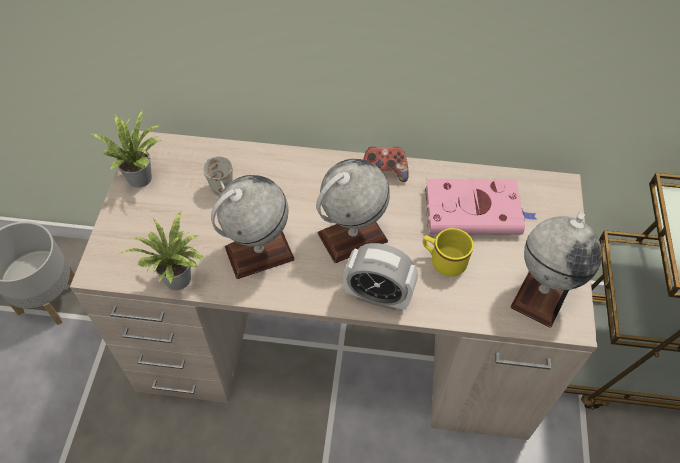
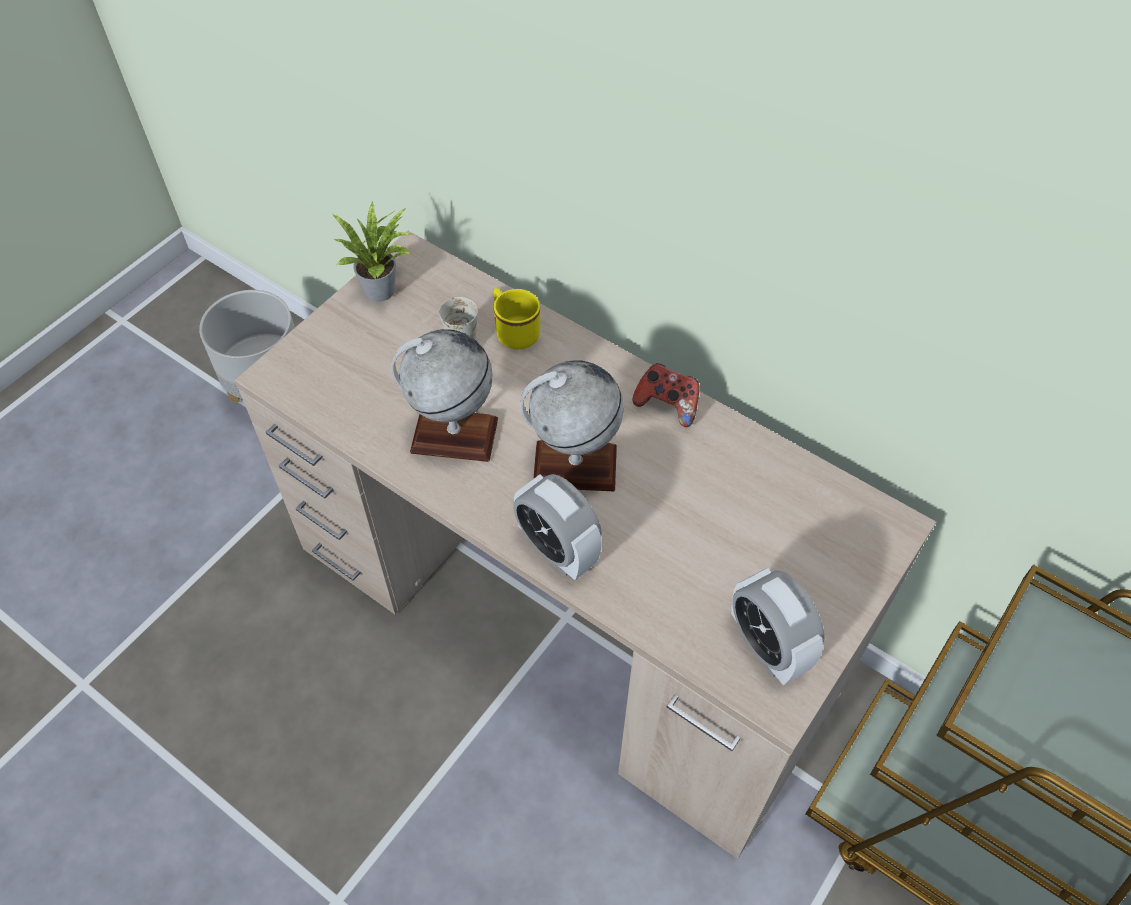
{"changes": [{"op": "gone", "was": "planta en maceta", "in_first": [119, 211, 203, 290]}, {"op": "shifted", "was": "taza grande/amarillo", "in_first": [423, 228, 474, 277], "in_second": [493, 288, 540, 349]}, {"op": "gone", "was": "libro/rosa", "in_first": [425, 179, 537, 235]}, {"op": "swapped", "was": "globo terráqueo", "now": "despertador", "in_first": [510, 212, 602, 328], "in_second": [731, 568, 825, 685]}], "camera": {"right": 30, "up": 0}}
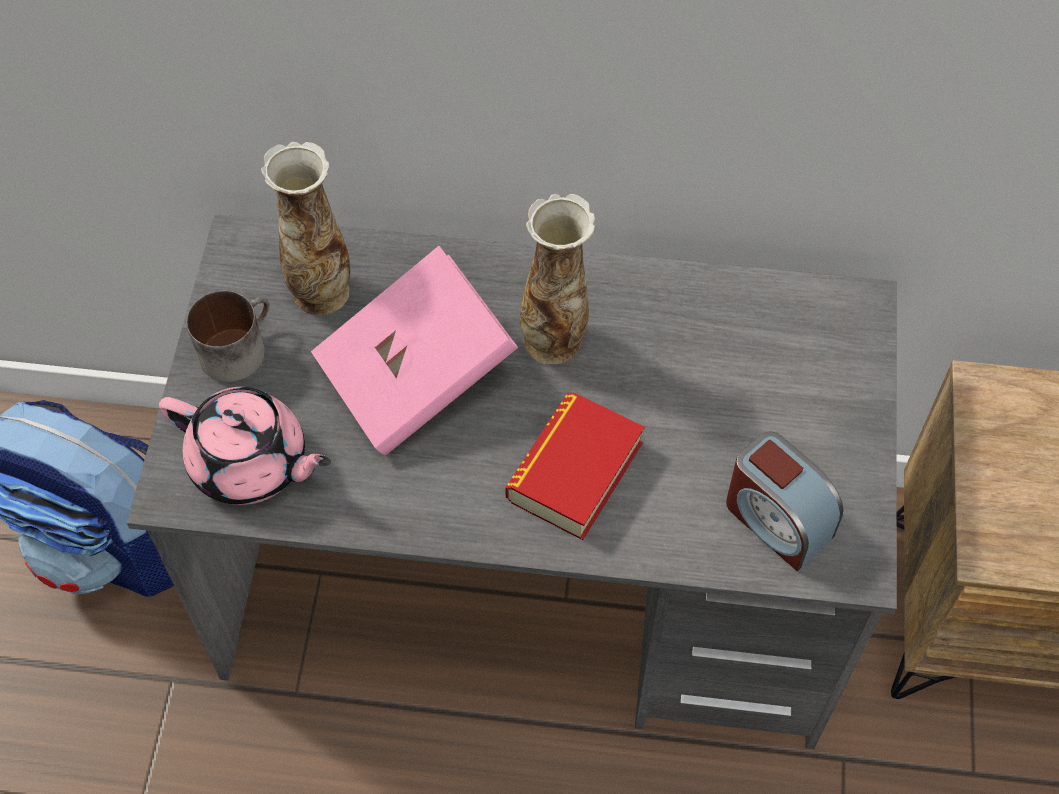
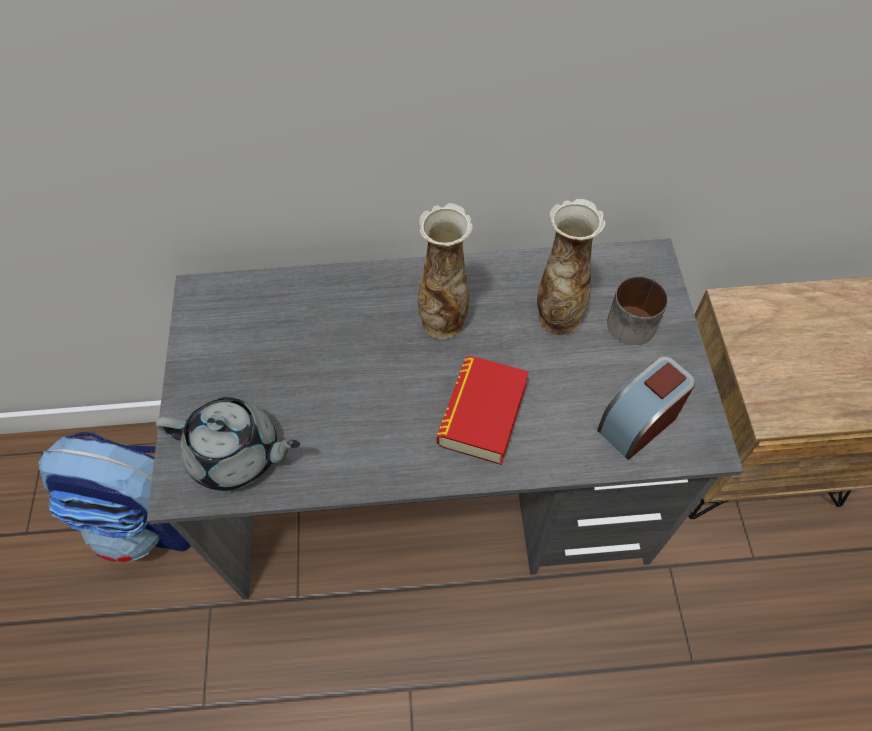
{"changes": [{"op": "repainted", "was": "tetera/rosa", "now": "tetera/gris", "in_first": [159, 387, 331, 505], "in_second": [155, 397, 301, 491]}, {"op": "shifted", "was": "taza grande", "in_first": [187, 291, 269, 382], "in_second": [607, 276, 668, 345]}, {"op": "shifted", "was": "florero", "in_first": [261, 142, 350, 315], "in_second": [537, 199, 606, 335]}, {"op": "gone", "was": "libro/rosa", "in_first": [311, 246, 518, 455]}, {"op": "rotated", "was": "despertador", "in_first": [726, 431, 844, 571], "in_second": [597, 357, 695, 460], "clockwise": 105}], "camera": {"right": -10, "up": 0}}
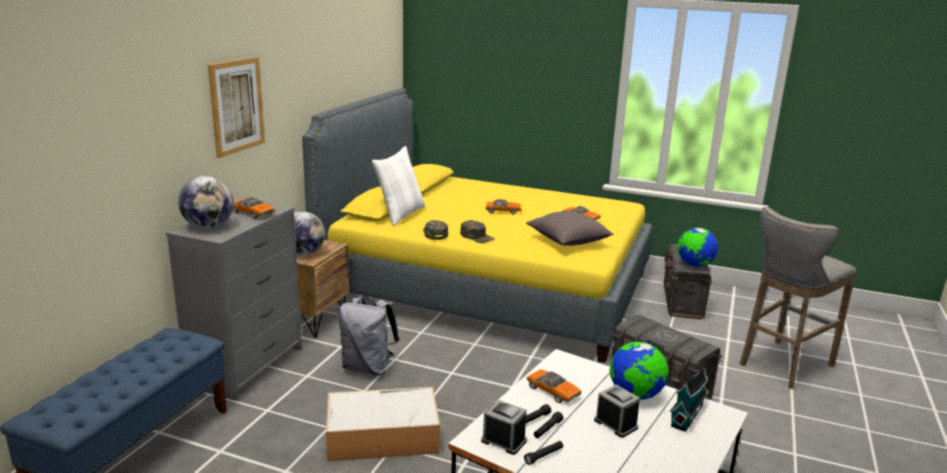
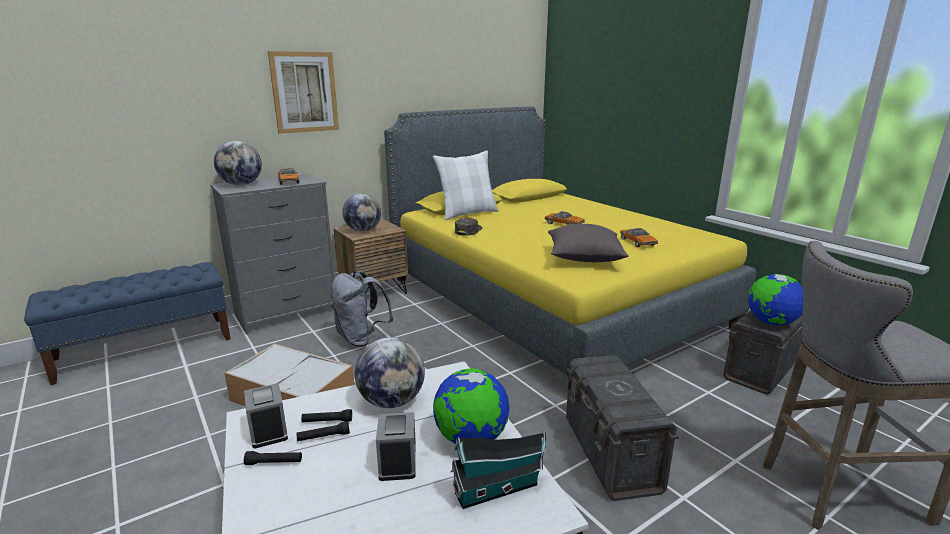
{"changes": [{"op": "gone", "was": "gorra/verde", "in_first": [460, 220, 495, 243]}, {"op": "swapped", "was": "coche de juguete", "now": "globo terráqueo", "in_first": [527, 369, 581, 403], "in_second": [355, 337, 425, 408]}], "camera": {"right": 35, "up": 0}}
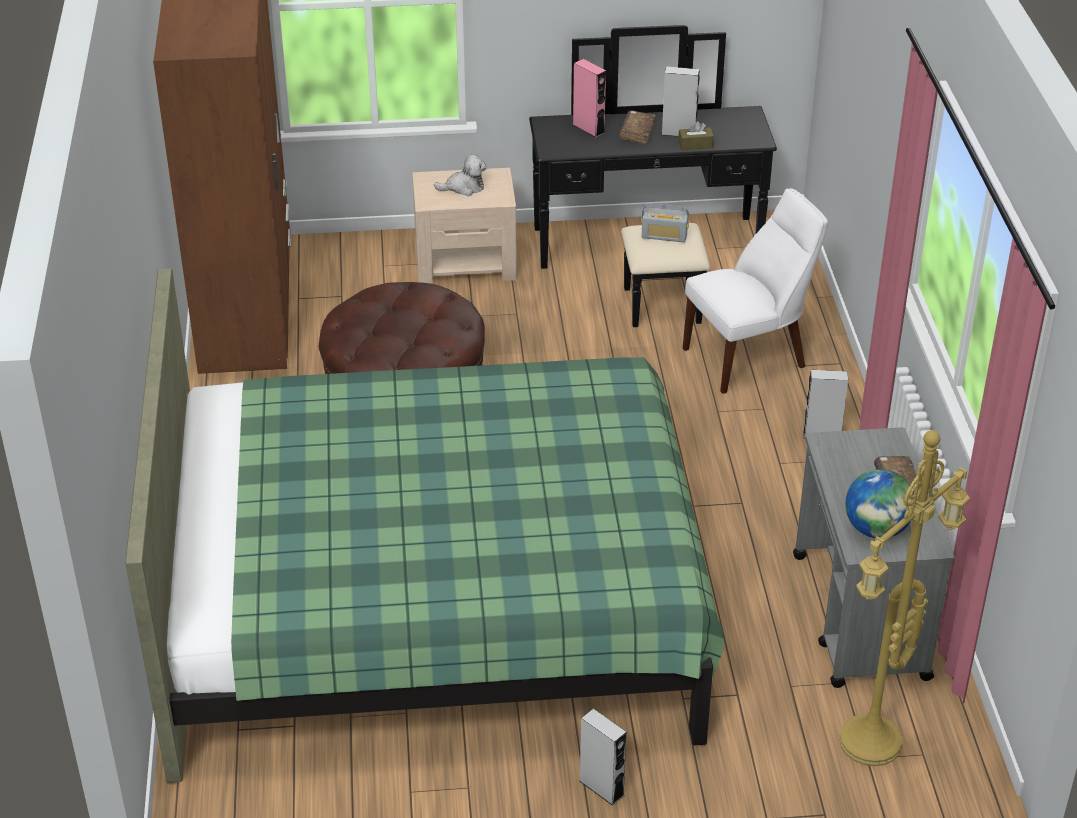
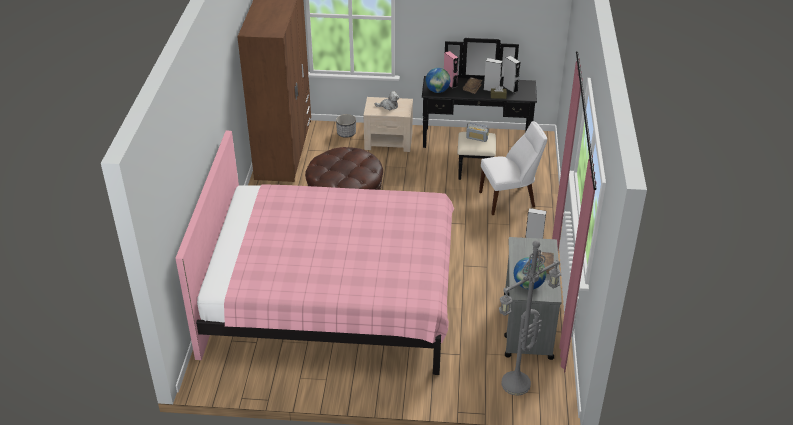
{"changes": [{"op": "repainted", "was": "cama/verde", "now": "cama/rosa", "in_first": [125, 269, 724, 783], "in_second": [175, 131, 454, 375]}, {"op": "shifted", "was": "altavoz/gris", "in_first": [579, 709, 626, 806], "in_second": [503, 56, 520, 93]}, {"op": "repainted", "was": "lámpara de pie/amarillo", "now": "lámpara de pie/gris", "in_first": [839, 430, 970, 766], "in_second": [499, 240, 561, 395]}, {"op": "new", "now": "maceta", "in_second": [336, 114, 356, 138]}, {"op": "new", "now": "globo terráqueo", "in_second": [426, 68, 450, 93]}], "camera": {"right": 10, "up": 0}}
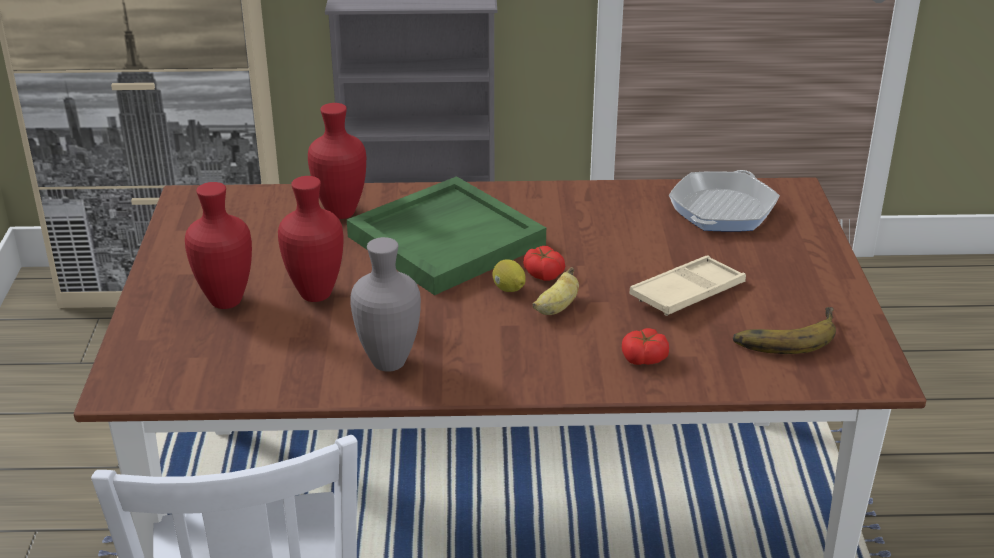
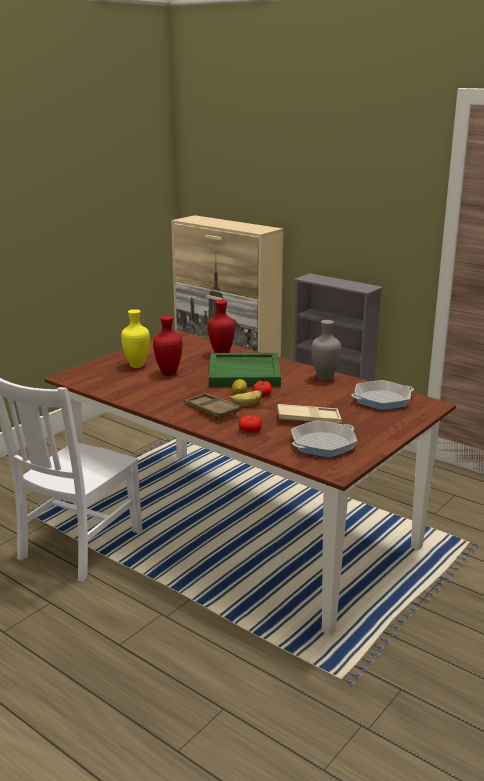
{"changes": [{"op": "repainted", "was": "florero/rojo", "now": "florero/amarillo", "in_first": [185, 182, 252, 309], "in_second": [121, 309, 150, 368]}, {"op": "shifted", "was": "florero/gris", "in_first": [350, 237, 421, 372], "in_second": [311, 320, 341, 381]}, {"op": "swapped", "was": "plátano", "now": "sartén", "in_first": [733, 307, 836, 354], "in_second": [291, 420, 357, 458]}, {"op": "new", "now": "bandeja/marrón", "in_second": [184, 393, 241, 419]}], "camera": {"right": 40, "up": -10}}
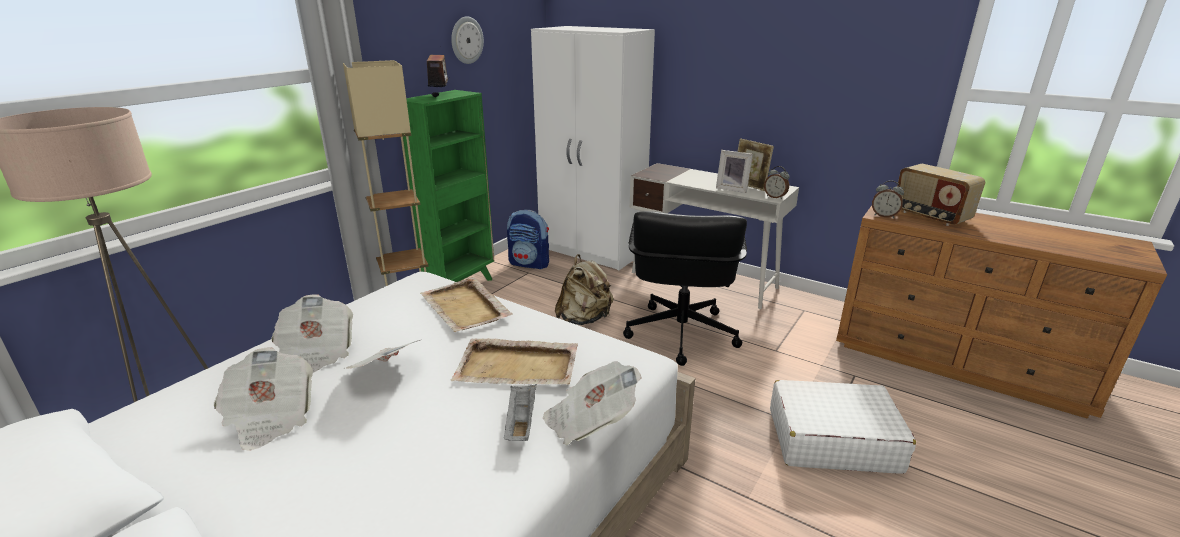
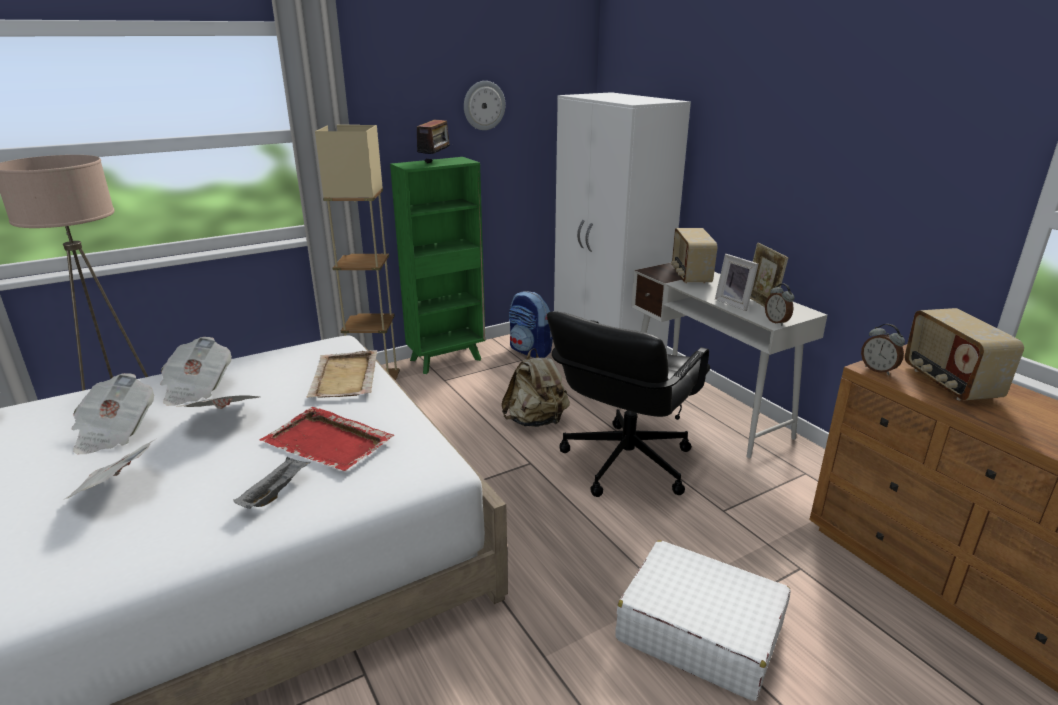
{"changes": [{"op": "repainted", "was": "bandeja/beis", "now": "bandeja/rojo", "in_first": [451, 338, 578, 384], "in_second": [260, 407, 394, 471]}, {"op": "shifted", "was": "periódico", "in_first": [543, 361, 641, 445], "in_second": [63, 439, 156, 500]}, {"op": "new", "now": "radio", "in_second": [671, 228, 717, 284]}], "camera": {"right": 25, "up": 0}}
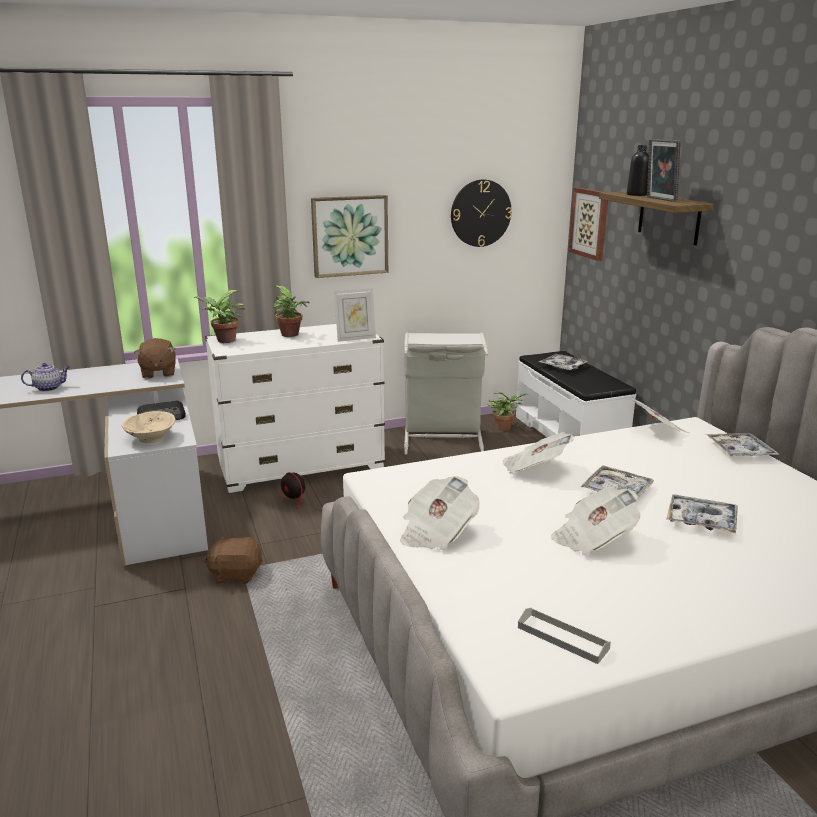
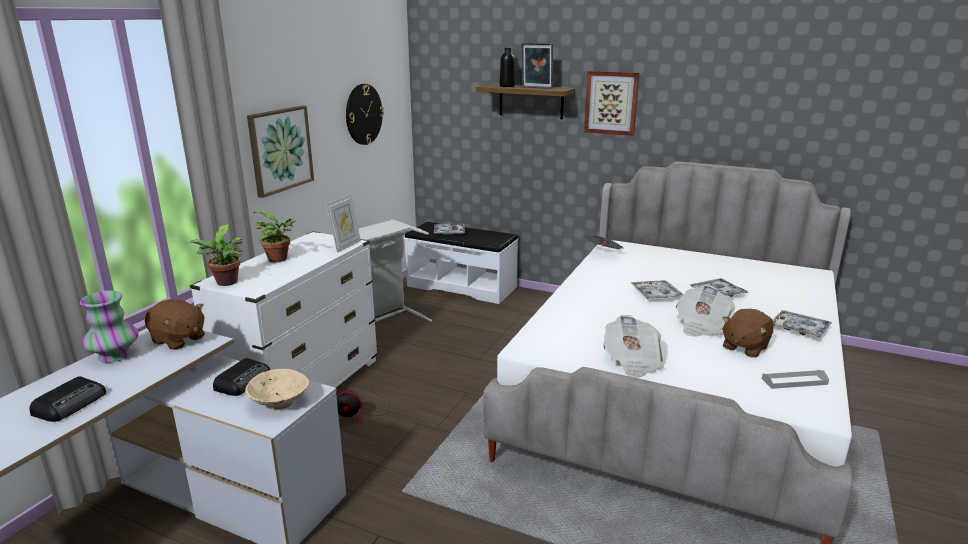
{"changes": [{"op": "swapped", "was": "tetera", "now": "radio", "in_first": [21, 363, 70, 392], "in_second": [29, 376, 106, 422]}, {"op": "shifted", "was": "peluche/marrón", "in_first": [203, 535, 263, 584], "in_second": [722, 309, 773, 358]}, {"op": "gone", "was": "planta en maceta", "in_first": [487, 391, 528, 431]}, {"op": "gone", "was": "periódico", "in_first": [503, 432, 573, 474]}, {"op": "shifted", "was": "cuadro", "in_first": [568, 187, 608, 261], "in_second": [584, 71, 640, 136]}, {"op": "shifted", "was": "bandeja", "in_first": [706, 433, 780, 456], "in_second": [773, 310, 832, 338]}, {"op": "new", "now": "florero", "in_second": [80, 291, 139, 363]}], "camera": {"right": -45, "up": 0}}
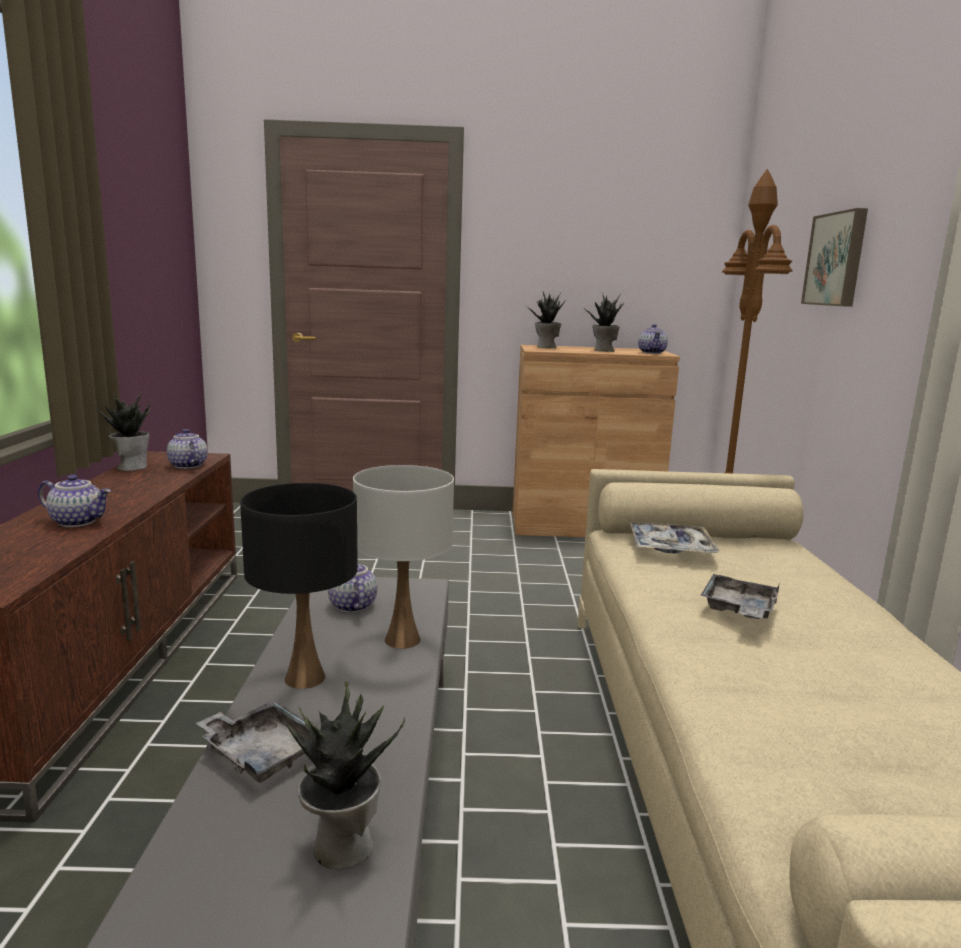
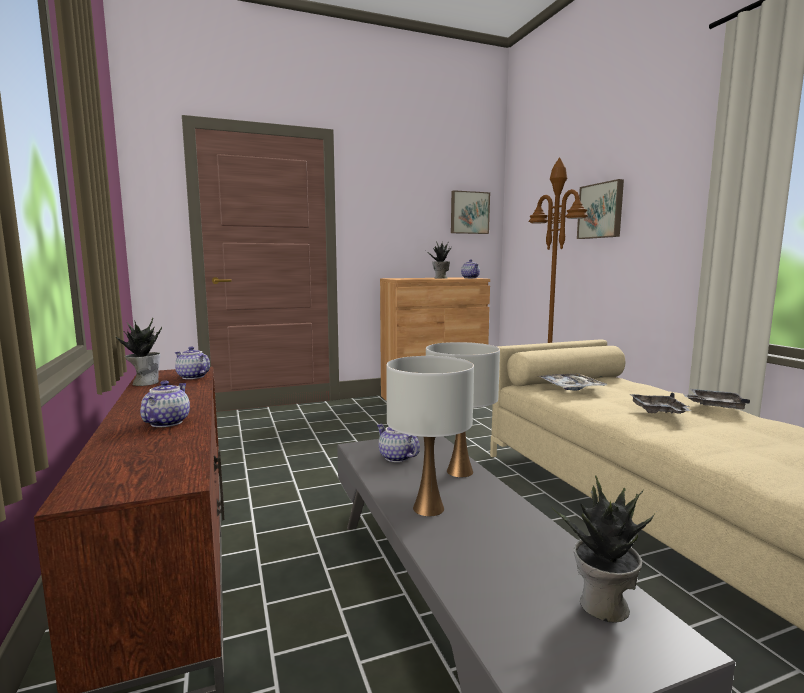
{"changes": [{"op": "rotated", "was": "tetera", "in_first": [38, 475, 111, 527], "in_second": [140, 381, 190, 427], "clockwise": -75}, {"op": "shifted", "was": "bandeja/gris", "in_first": [196, 700, 320, 783], "in_second": [683, 389, 750, 409]}, {"op": "repainted", "was": "lámpara de mesa/negro", "now": "lámpara de mesa/blanco", "in_first": [240, 483, 358, 689], "in_second": [386, 356, 474, 516]}, {"op": "gone", "was": "planta en maceta", "in_first": [525, 292, 565, 348]}, {"op": "new", "now": "cuadro", "in_second": [451, 190, 490, 234]}], "camera": {"right": -20, "up": -5}}
